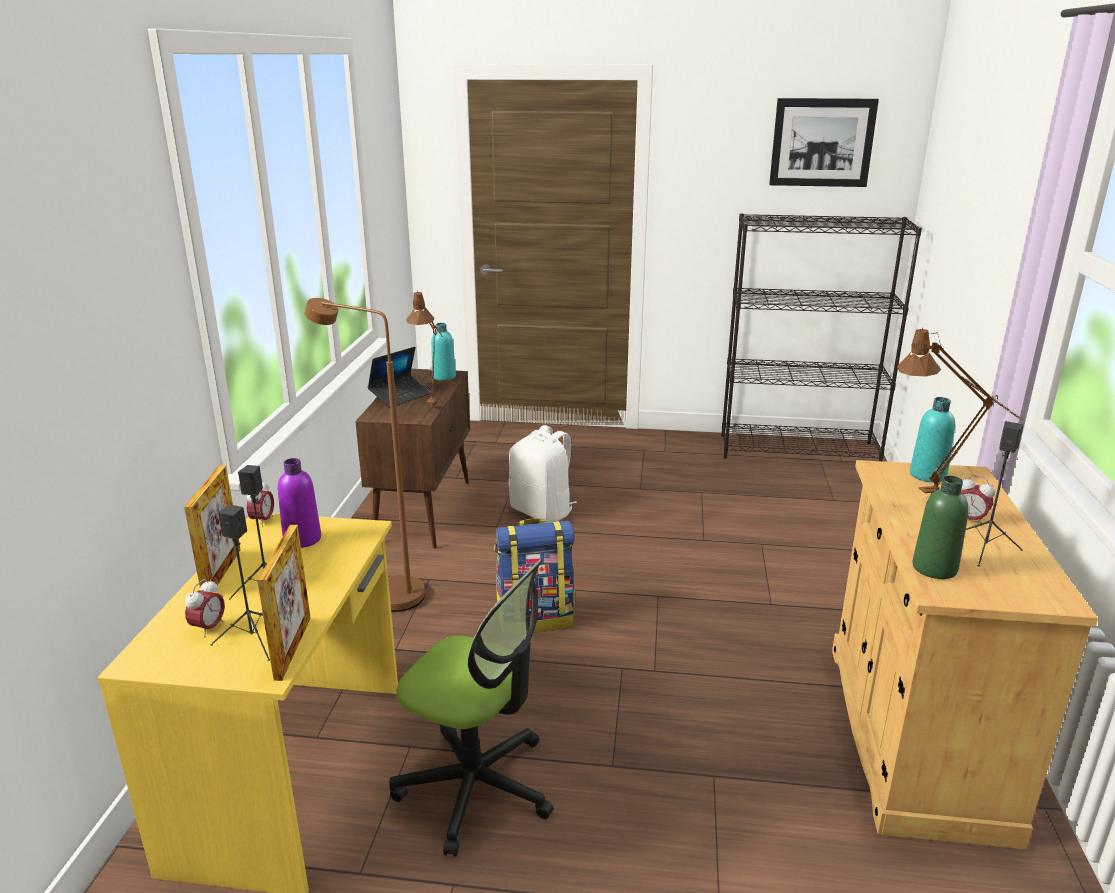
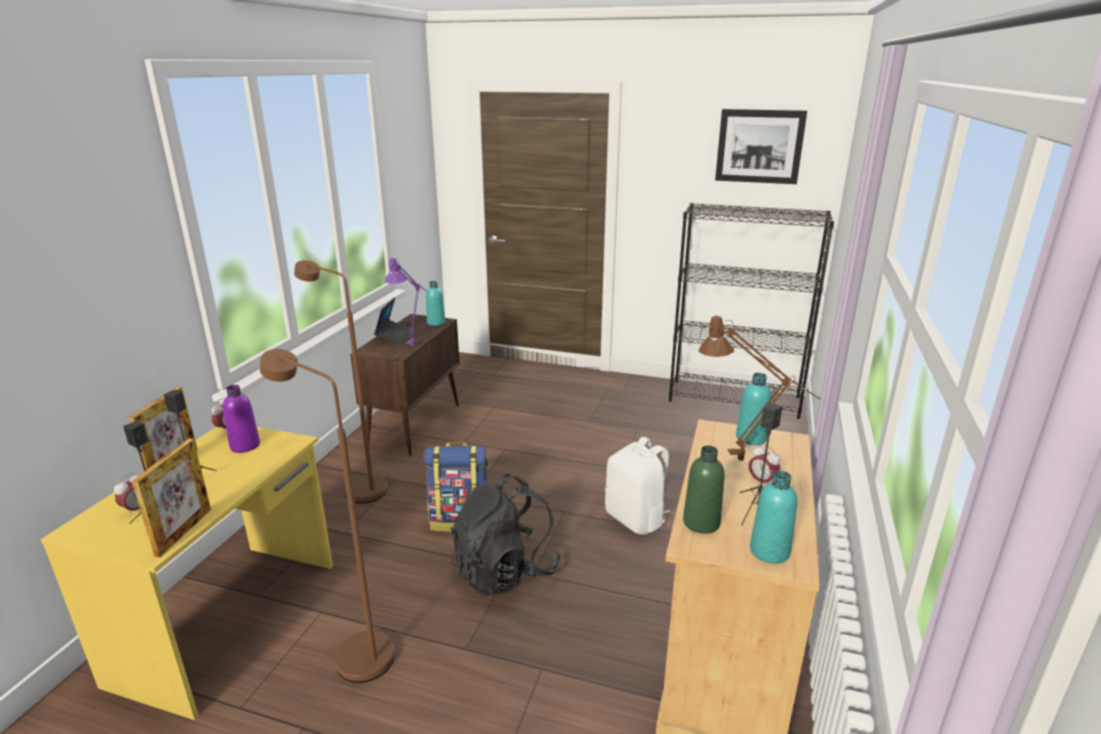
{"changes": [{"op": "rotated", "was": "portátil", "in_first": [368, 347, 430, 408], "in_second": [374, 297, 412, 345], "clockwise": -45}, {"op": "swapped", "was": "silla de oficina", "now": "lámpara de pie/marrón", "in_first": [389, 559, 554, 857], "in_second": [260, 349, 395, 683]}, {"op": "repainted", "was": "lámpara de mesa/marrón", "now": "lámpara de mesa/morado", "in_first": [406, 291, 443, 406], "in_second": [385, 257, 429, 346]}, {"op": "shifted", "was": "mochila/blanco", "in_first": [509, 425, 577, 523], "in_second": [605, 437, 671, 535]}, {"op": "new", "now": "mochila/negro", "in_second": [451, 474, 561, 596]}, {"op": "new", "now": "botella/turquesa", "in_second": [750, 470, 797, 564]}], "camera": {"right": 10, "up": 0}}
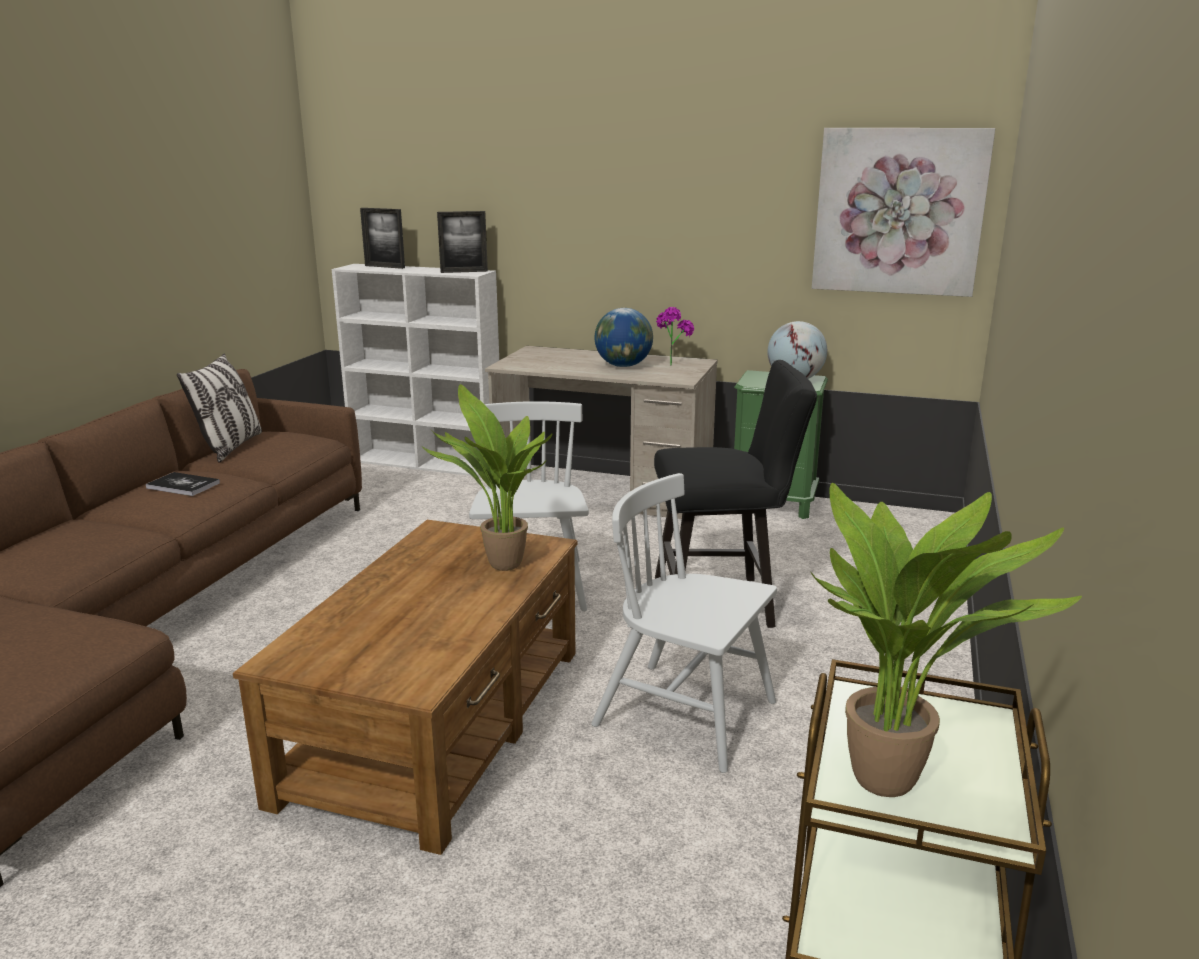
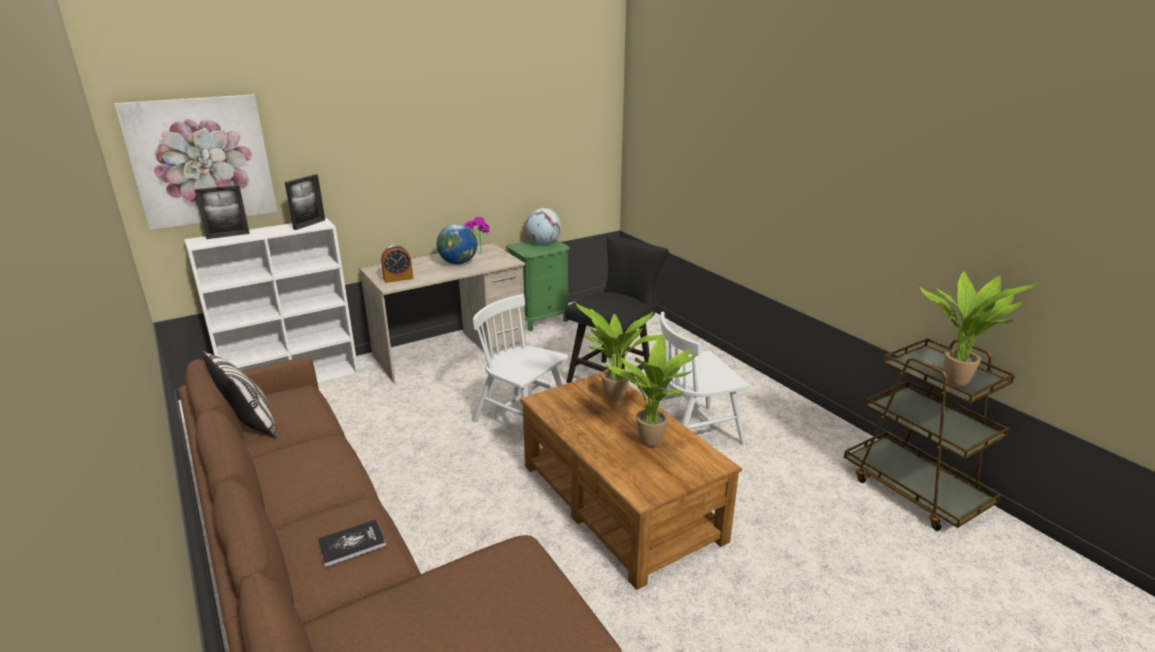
{"changes": [{"op": "shifted", "was": "libro", "in_first": [145, 472, 220, 496], "in_second": [317, 520, 386, 567]}, {"op": "shifted", "was": "cuadro", "in_first": [812, 128, 995, 297], "in_second": [114, 94, 278, 230]}, {"op": "new", "now": "despertador", "in_second": [381, 245, 413, 283]}, {"op": "new", "now": "planta en maceta", "in_second": [605, 335, 698, 447]}], "camera": {"right": -50, "up": 5}}
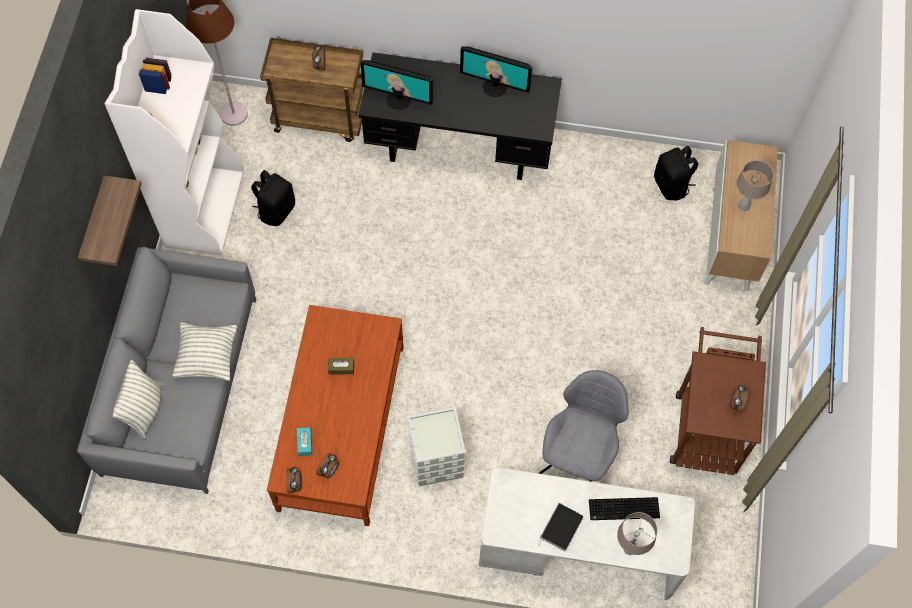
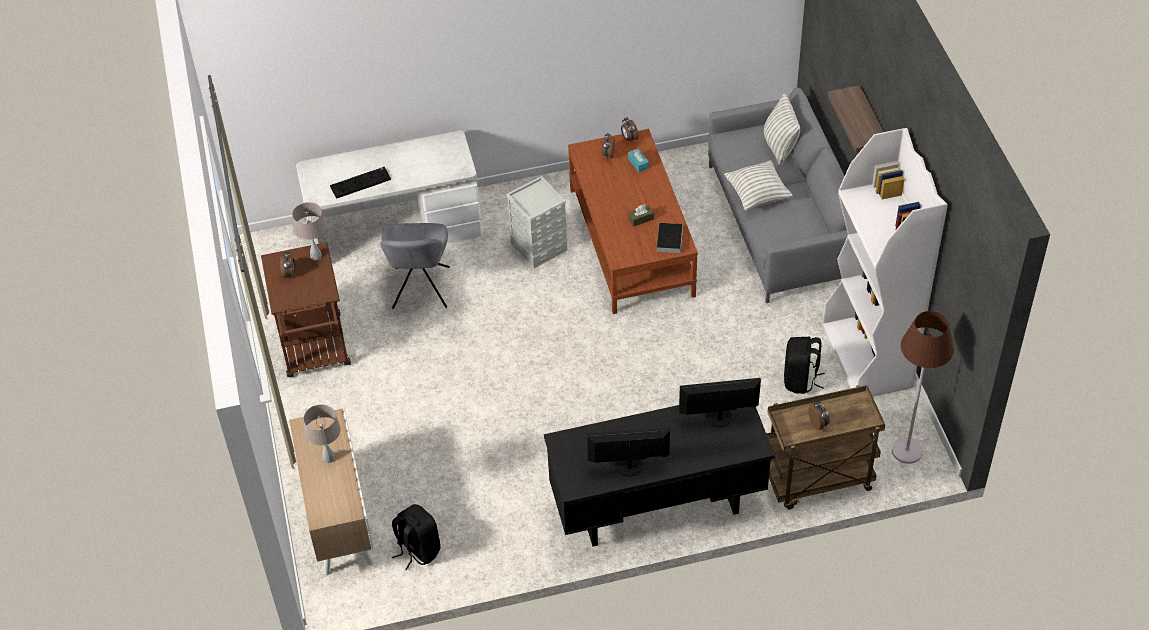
{"changes": [{"op": "shifted", "was": "libro", "in_first": [538, 503, 583, 552], "in_second": [657, 223, 683, 253]}, {"op": "shifted", "was": "lámpara de mesa/beis", "in_first": [617, 512, 658, 555], "in_second": [292, 202, 327, 261]}], "camera": {"right": 160, "up": -15}}
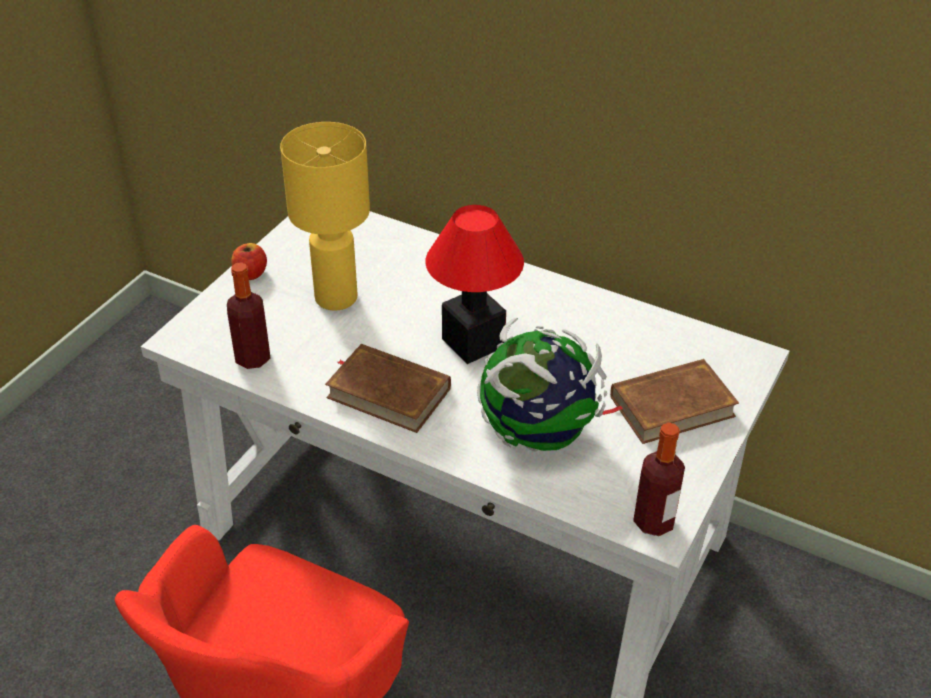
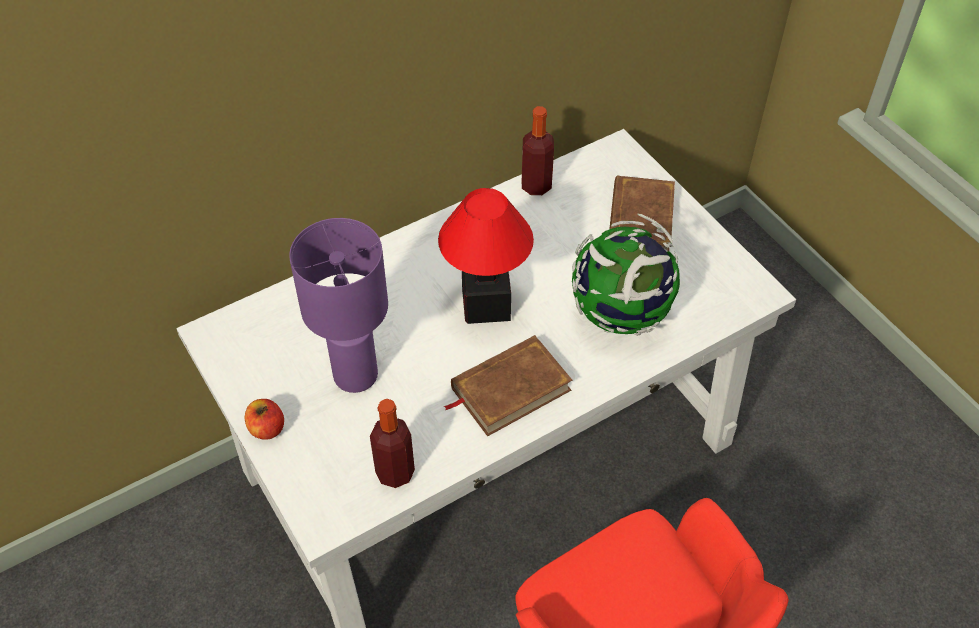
{"changes": [{"op": "repainted", "was": "lámpara de mesa/amarillo", "now": "lámpara de mesa/morado", "in_first": [280, 122, 370, 310], "in_second": [289, 218, 388, 393]}, {"op": "shifted", "was": "botella", "in_first": [633, 423, 685, 536], "in_second": [522, 106, 554, 195]}], "camera": {"right": -60, "up": 10}}
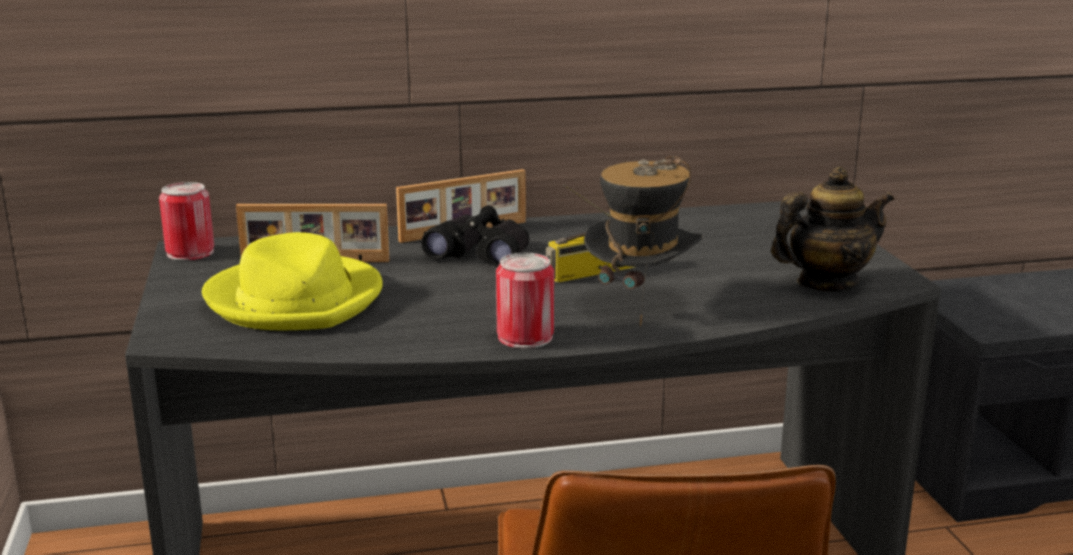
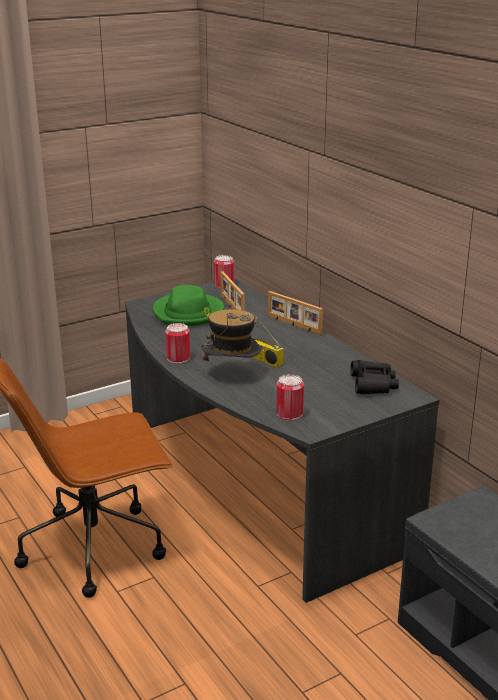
{"changes": [{"op": "repainted", "was": "sombrero/amarillo", "now": "sombrero/verde", "in_first": [202, 232, 383, 330], "in_second": [153, 285, 224, 326]}, {"op": "shifted", "was": "prismáticos/negro", "in_first": [421, 205, 529, 267], "in_second": [350, 360, 399, 394]}, {"op": "swapped", "was": "tetera", "now": "lata", "in_first": [771, 167, 894, 292], "in_second": [277, 374, 304, 420]}], "camera": {"right": 70, "up": 5}}
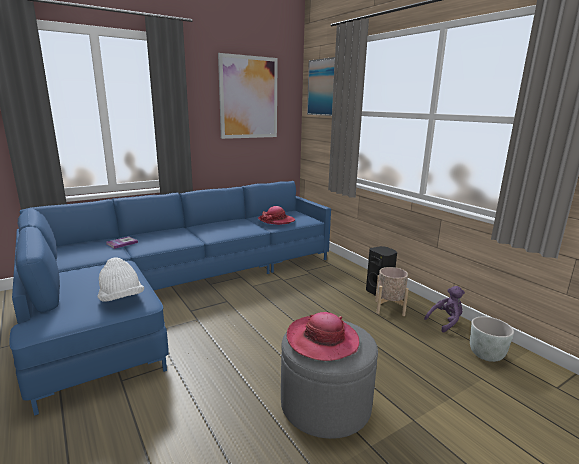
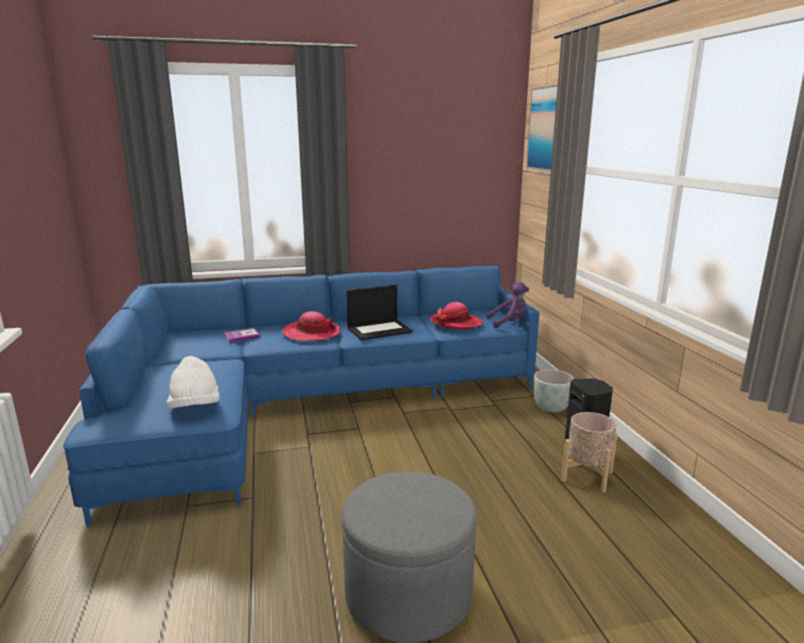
{"changes": [{"op": "gone", "was": "cuadro", "in_first": [218, 53, 278, 139]}, {"op": "shifted", "was": "sombrero", "in_first": [287, 312, 359, 361], "in_second": [283, 311, 341, 341]}, {"op": "shifted", "was": "peluche/morado", "in_first": [424, 286, 465, 333], "in_second": [487, 282, 529, 328]}, {"op": "shifted", "was": "maceta/gris", "in_first": [470, 316, 514, 362], "in_second": [534, 369, 574, 413]}, {"op": "new", "now": "portátil", "in_second": [346, 285, 413, 340]}], "camera": {"right": 20, "up": 0}}
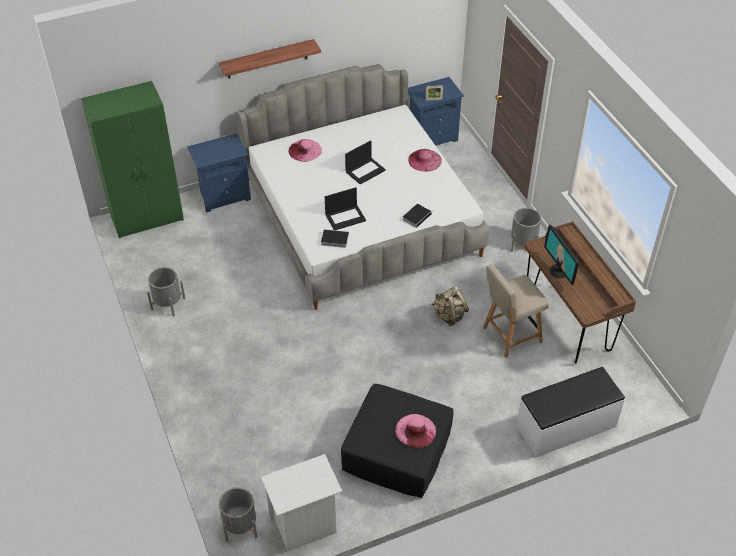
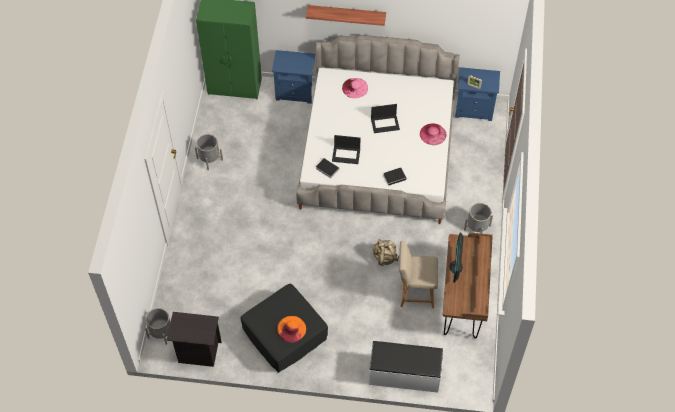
{"changes": [{"op": "repainted", "was": "mesita de noche/blanco", "now": "mesita de noche/negro", "in_first": [261, 454, 342, 551], "in_second": [167, 312, 222, 367]}, {"op": "repainted", "was": "sombrero/rosa", "now": "sombrero/naranja", "in_first": [395, 414, 436, 449], "in_second": [277, 316, 306, 343]}], "camera": {"right": 30, "up": 10}}
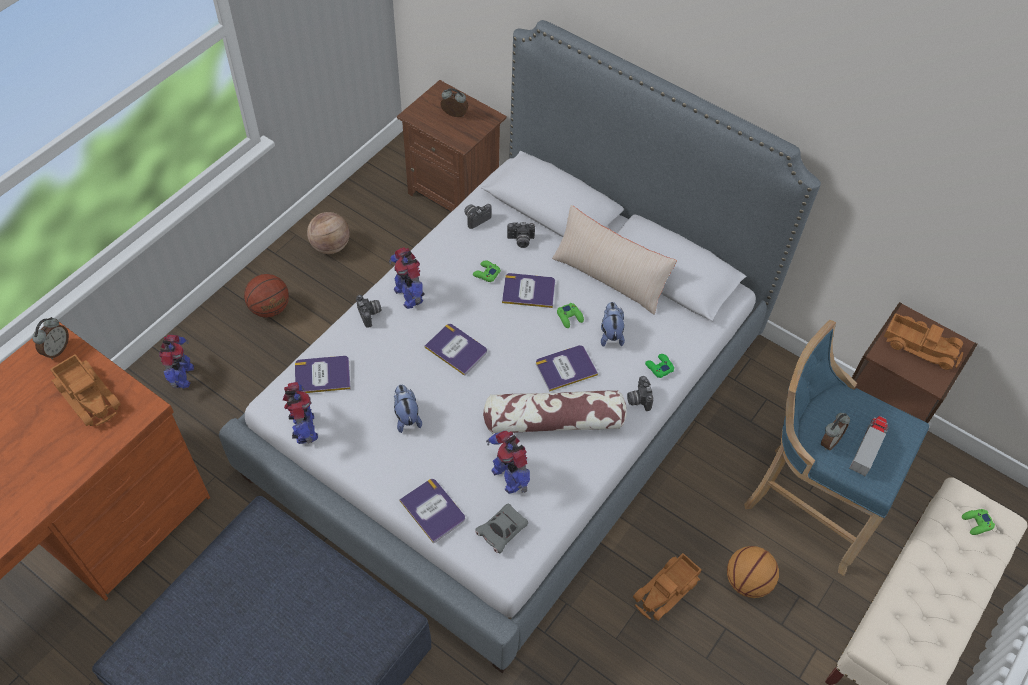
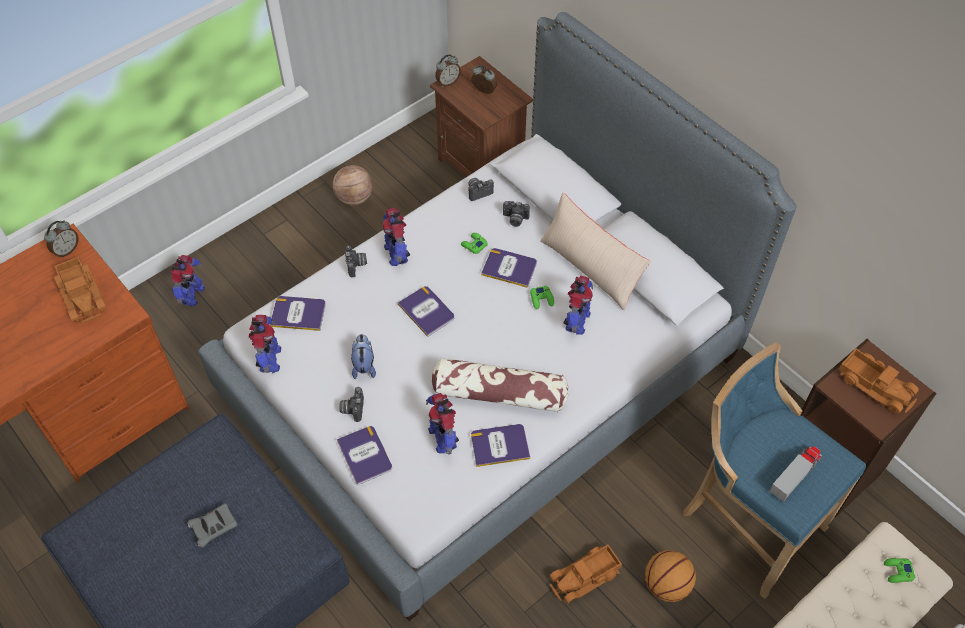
{"changes": [{"op": "gone", "was": "balón de baloncesto", "in_first": [244, 274, 289, 318]}, {"op": "shifted", "was": "coche de juguete/gris", "in_first": [475, 504, 528, 553], "in_second": [187, 503, 238, 548]}, {"op": "shifted", "was": "libro", "in_first": [536, 345, 598, 392], "in_second": [471, 424, 530, 467]}, {"op": "swapped", "was": "peluche", "now": "robot de juguete", "in_first": [601, 302, 625, 347], "in_second": [563, 276, 593, 335]}, {"op": "shifted", "was": "cámara", "in_first": [627, 376, 654, 411], "in_second": [339, 387, 364, 422]}, {"op": "gone", "was": "mando de consola/verde", "in_first": [645, 354, 674, 378]}, {"op": "shifted", "was": "despertador", "in_first": [821, 413, 850, 450], "in_second": [435, 54, 461, 87]}], "camera": {"right": 15, "up": 0}}
